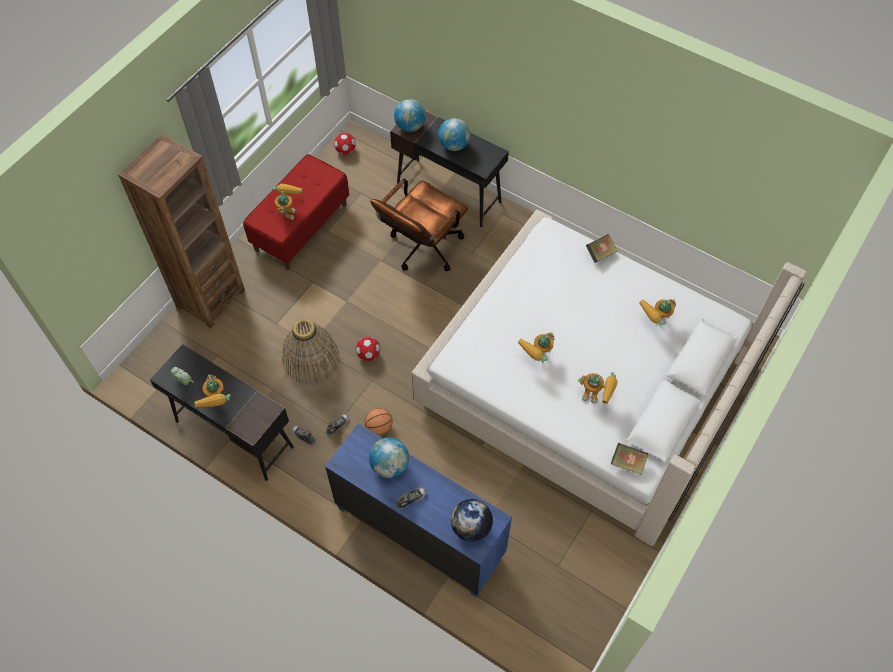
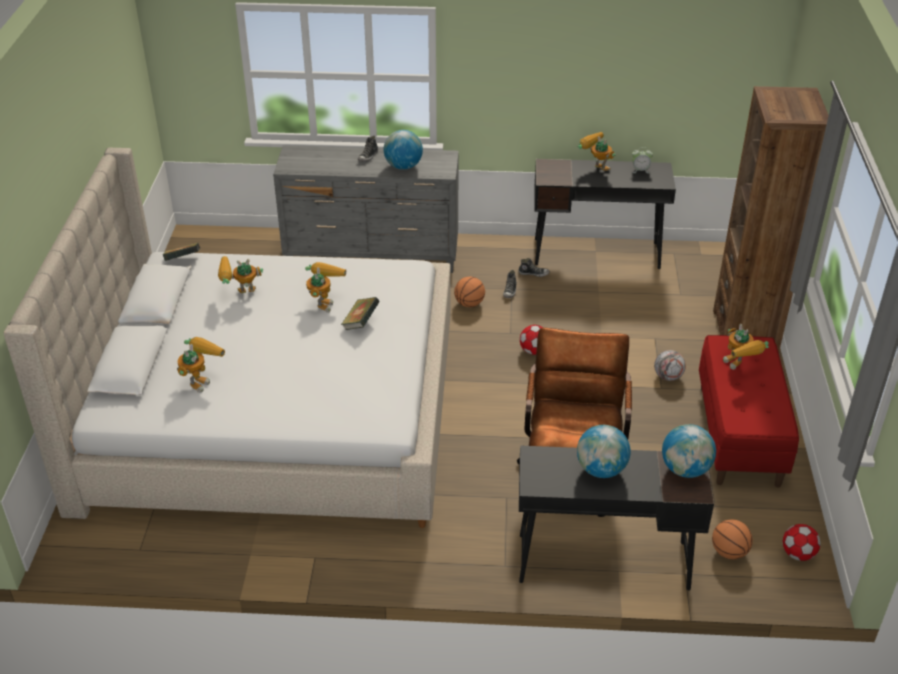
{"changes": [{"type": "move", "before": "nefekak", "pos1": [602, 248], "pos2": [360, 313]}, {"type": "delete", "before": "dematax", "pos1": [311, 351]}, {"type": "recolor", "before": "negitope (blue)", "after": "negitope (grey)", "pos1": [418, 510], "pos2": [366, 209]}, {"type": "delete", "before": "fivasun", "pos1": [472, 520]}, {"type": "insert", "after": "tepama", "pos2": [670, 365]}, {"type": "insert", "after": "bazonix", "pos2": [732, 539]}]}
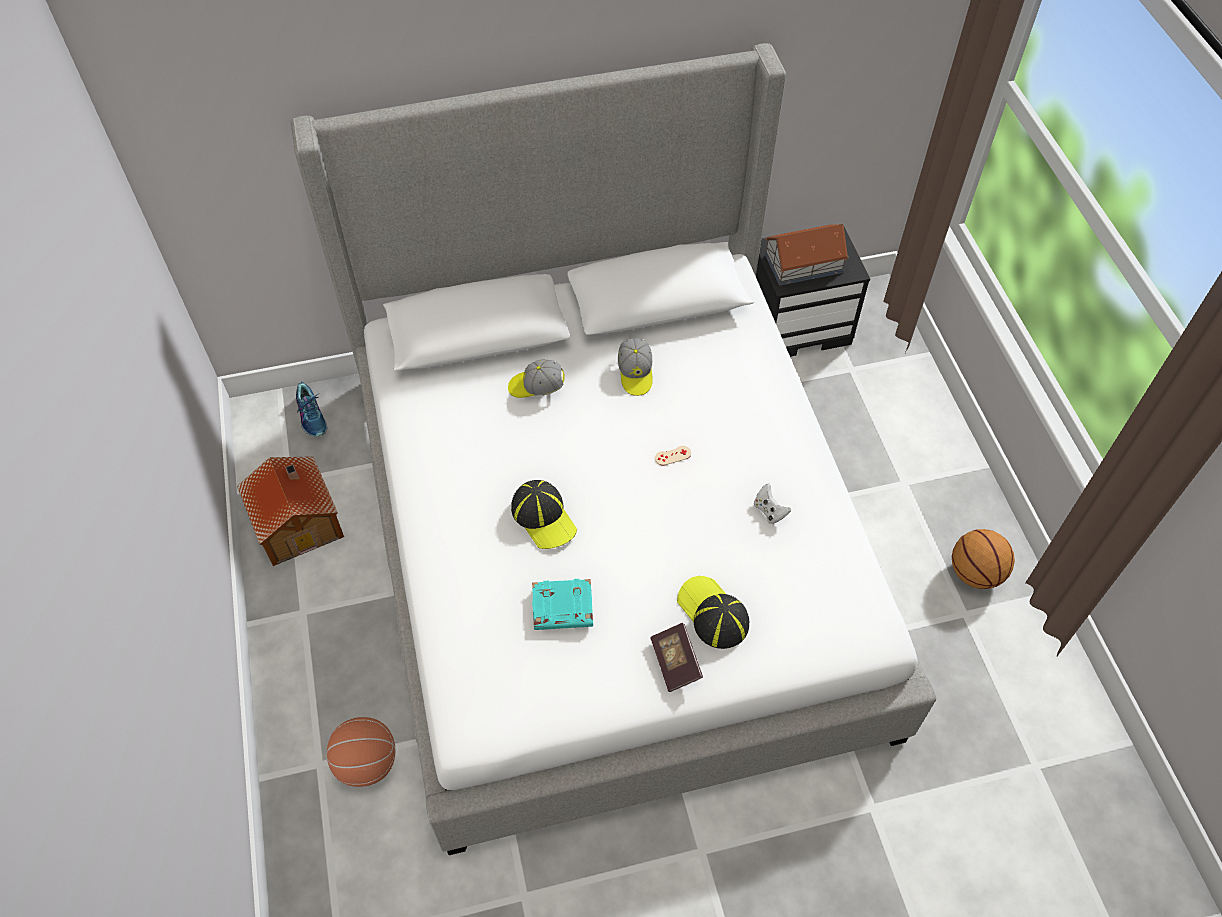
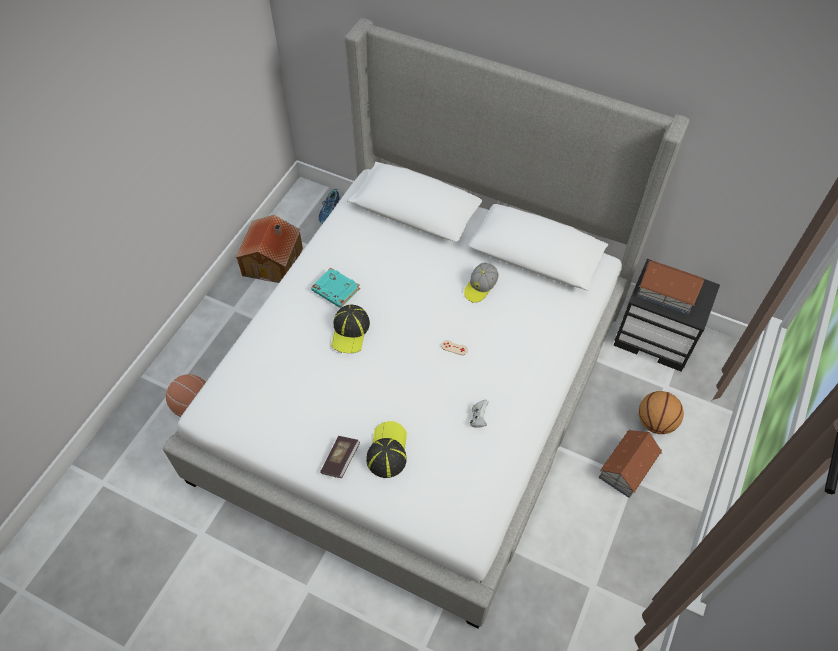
{"changes": [{"type": "delete", "before": "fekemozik", "pos1": [536, 378]}, {"type": "move", "before": "bazonix", "pos1": [983, 559], "pos2": [661, 412]}, {"type": "move", "before": "nefekak (turquoise)", "pos1": [562, 604], "pos2": [335, 288]}, {"type": "insert", "after": "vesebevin", "pos2": [630, 463]}]}
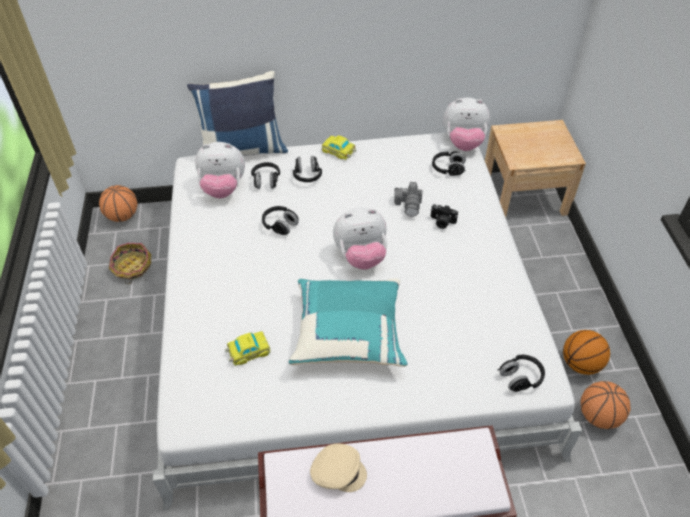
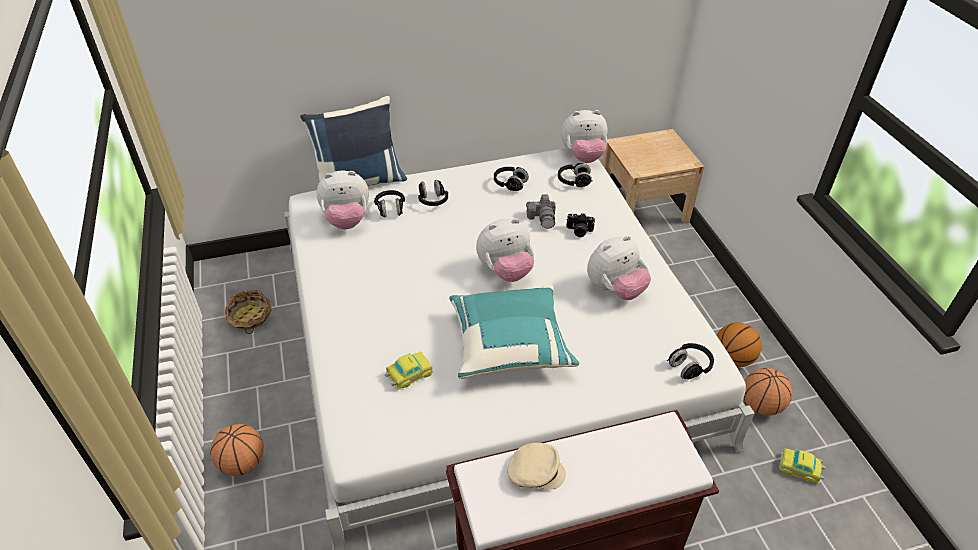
{"changes": [{"type": "move", "before": "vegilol", "pos1": [338, 147], "pos2": [802, 466]}, {"type": "move", "before": "bazonix", "pos1": [118, 203], "pos2": [237, 450]}, {"type": "move", "before": "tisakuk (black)", "pos1": [280, 220], "pos2": [511, 179]}, {"type": "insert", "after": "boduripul", "pos2": [619, 267]}]}
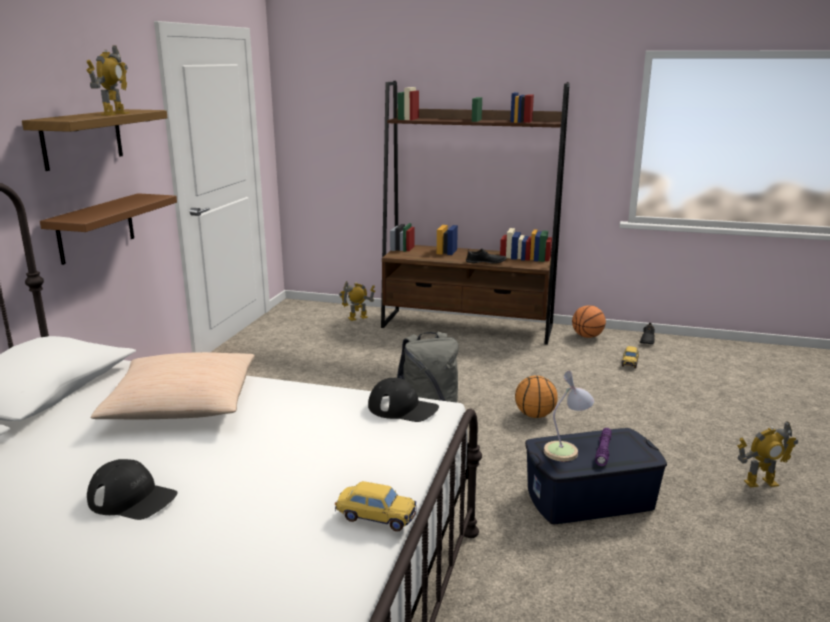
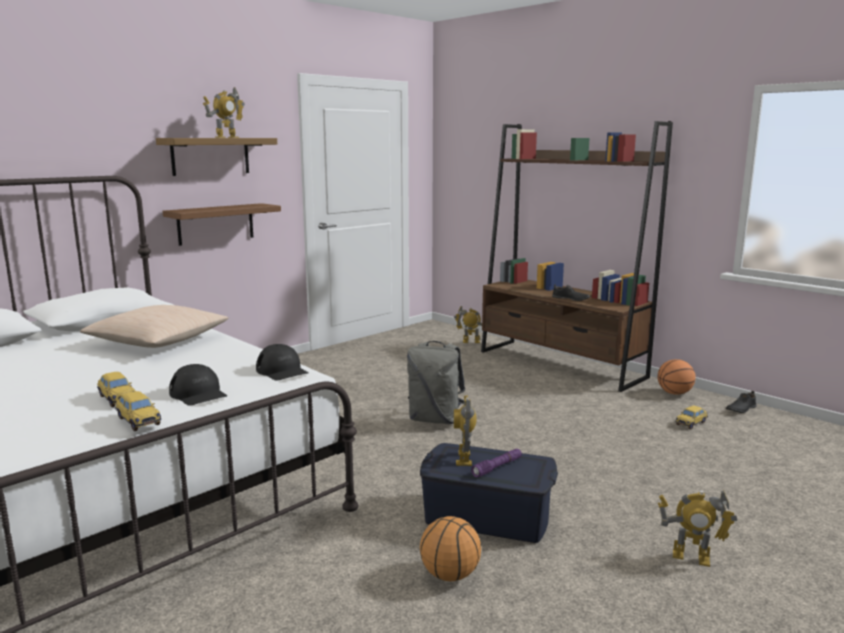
{"changes": [{"type": "replace", "before": "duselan", "after": "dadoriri", "pos1": [569, 416], "pos2": [465, 430]}, {"type": "move", "before": "bazonix", "pos1": [536, 396], "pos2": [450, 548]}, {"type": "move", "before": "fekemozik (black)", "pos1": [132, 489], "pos2": [198, 385]}, {"type": "insert", "after": "vegilol", "pos2": [116, 389]}]}
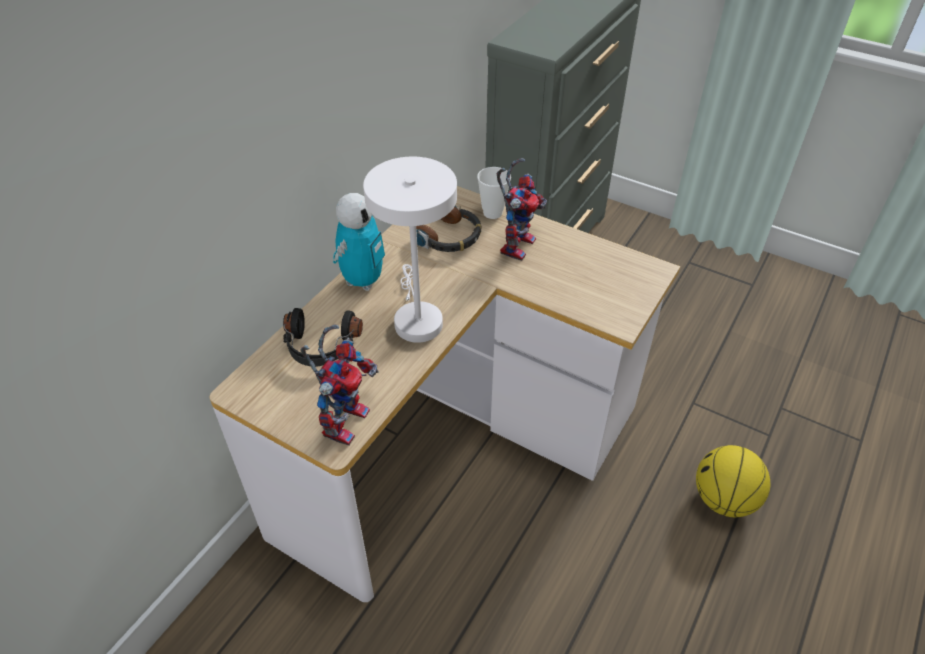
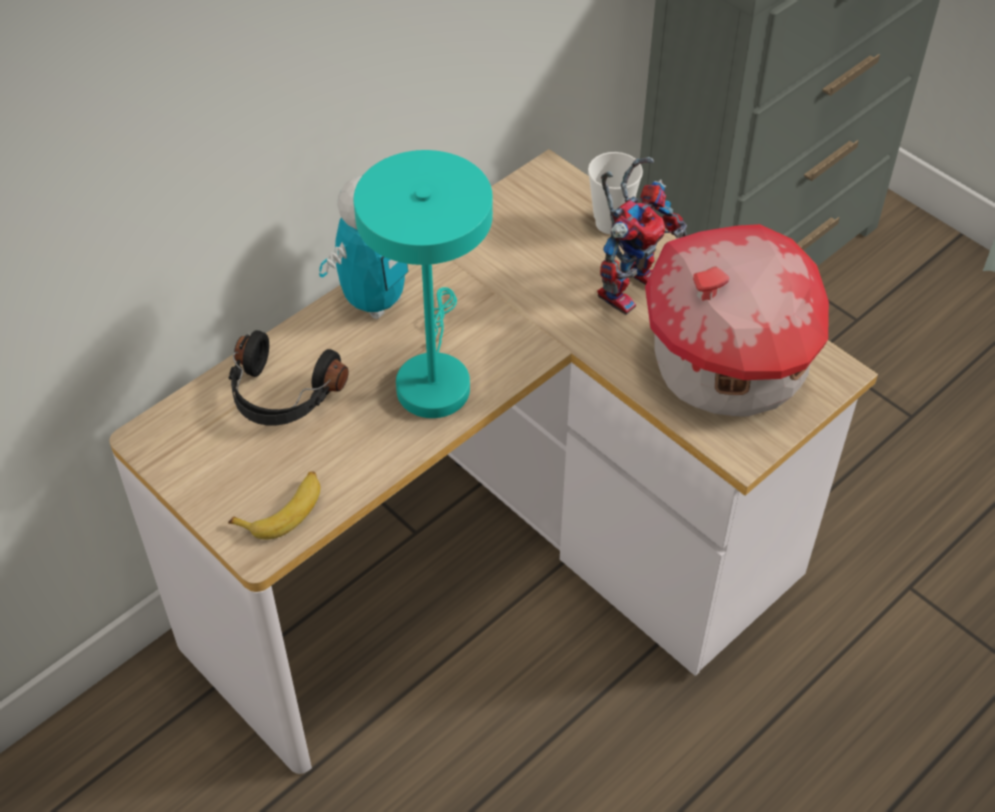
{"changes": [{"type": "recolor", "before": "duselan (white)", "after": "duselan (turquoise)", "pos1": [410, 250], "pos2": [423, 284]}, {"type": "delete", "before": "tisakuk", "pos1": [448, 228]}, {"type": "replace", "before": "dadoriri", "after": "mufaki", "pos1": [339, 385], "pos2": [274, 505]}, {"type": "delete", "before": "bazonix", "pos1": [733, 481]}, {"type": "insert", "after": "vesebevin", "pos2": [737, 320]}]}
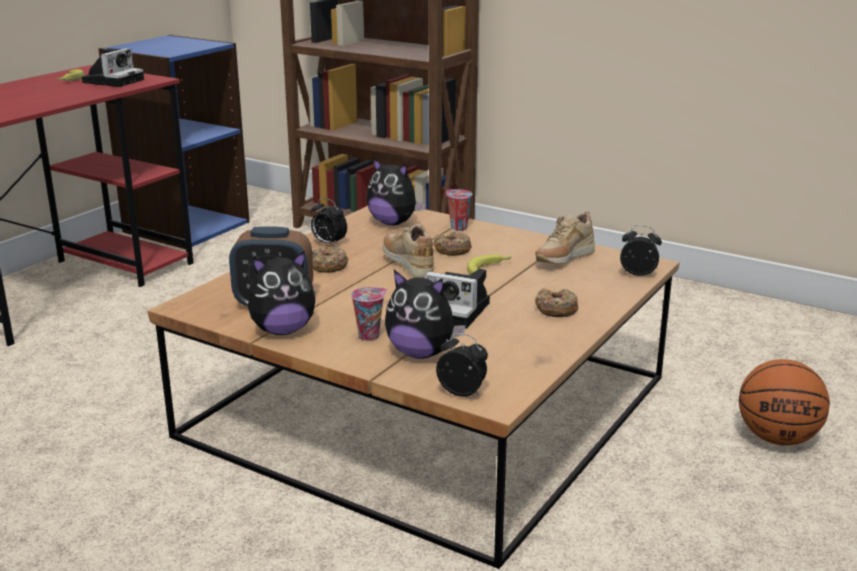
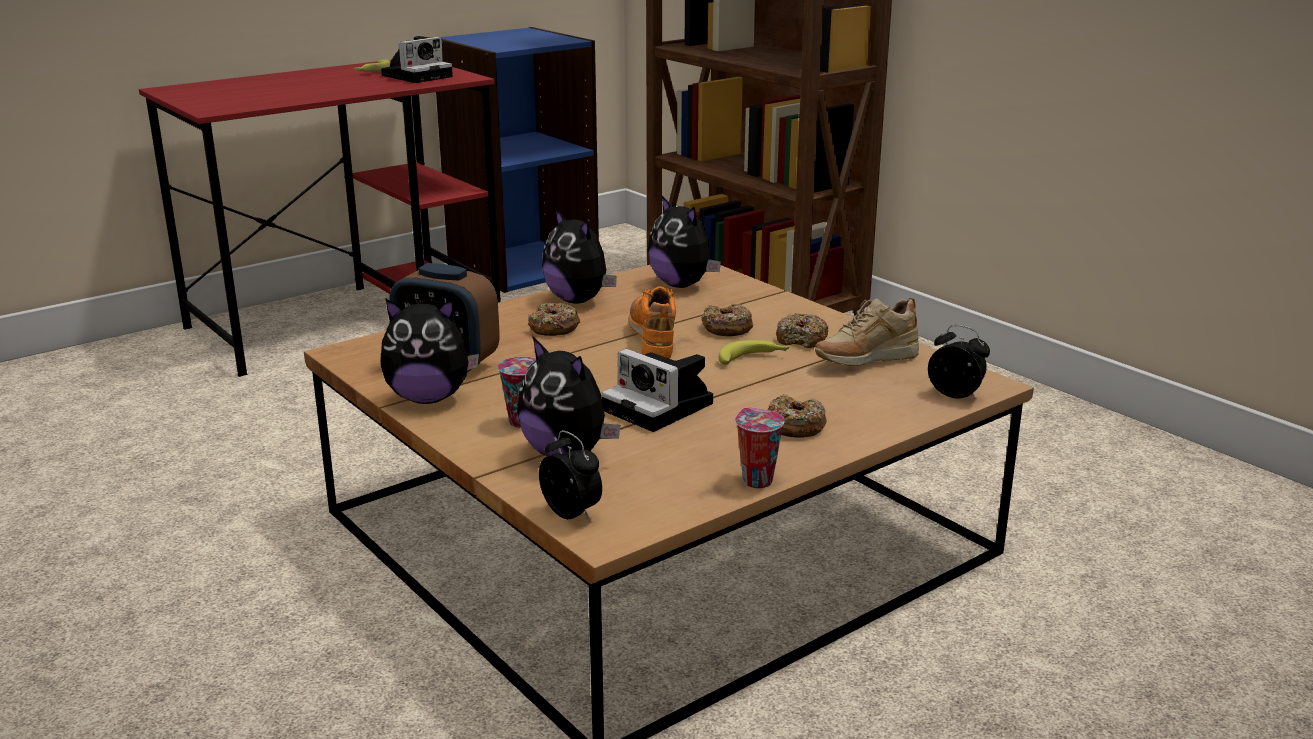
{"changes": [{"type": "move", "before": "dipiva", "pos1": [459, 210], "pos2": [760, 447]}, {"type": "replace", "before": "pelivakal", "after": "boduripul", "pos1": [329, 222], "pos2": [579, 255]}, {"type": "recolor", "before": "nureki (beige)", "after": "nureki (orange)", "pos1": [408, 251], "pos2": [652, 322]}, {"type": "delete", "before": "bazonix", "pos1": [784, 402]}, {"type": "insert", "after": "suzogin", "pos2": [802, 330]}]}
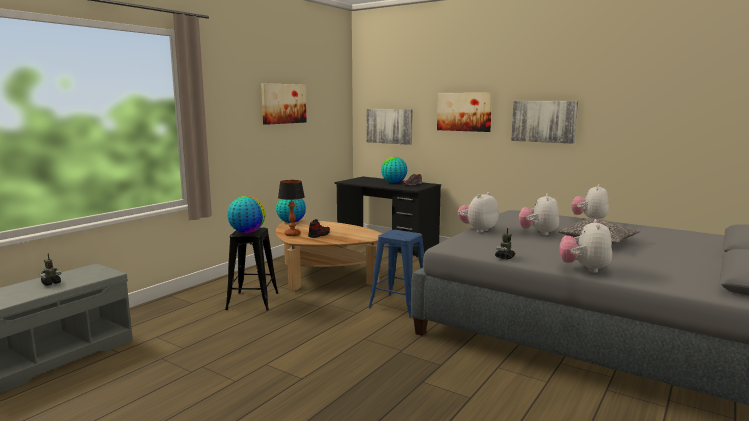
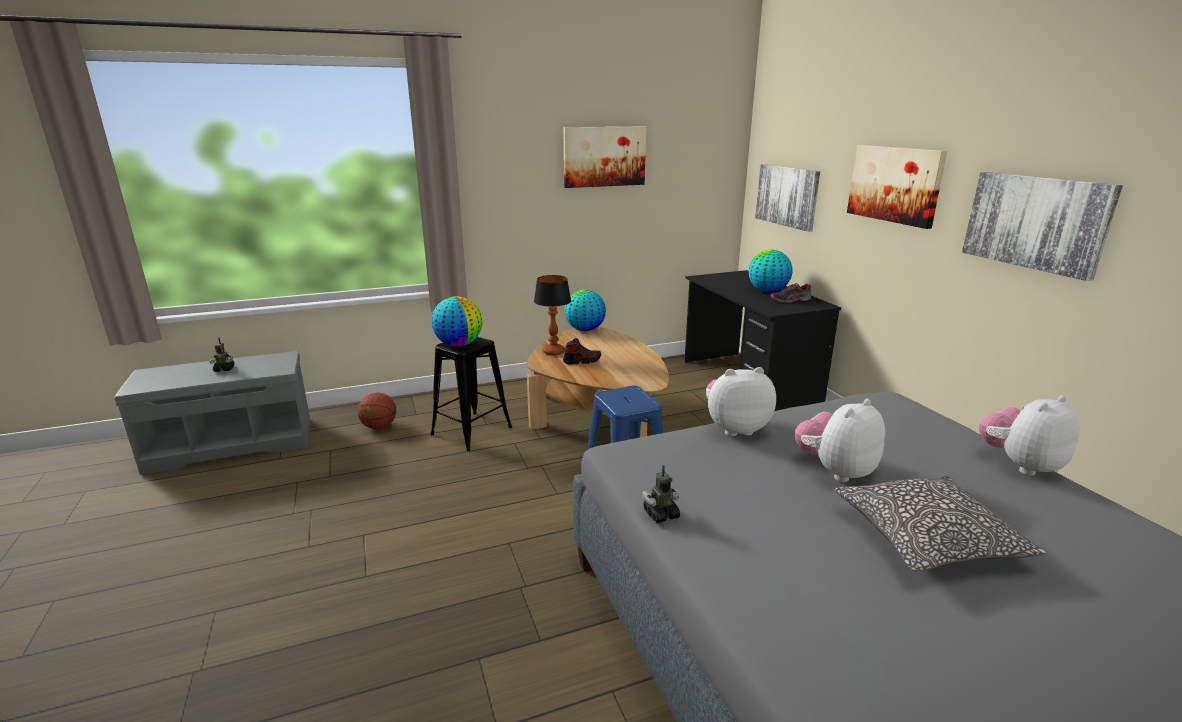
{"changes": [{"type": "delete", "before": "boduripul", "pos1": [585, 246]}, {"type": "insert", "after": "bazonix", "pos2": [377, 410]}]}
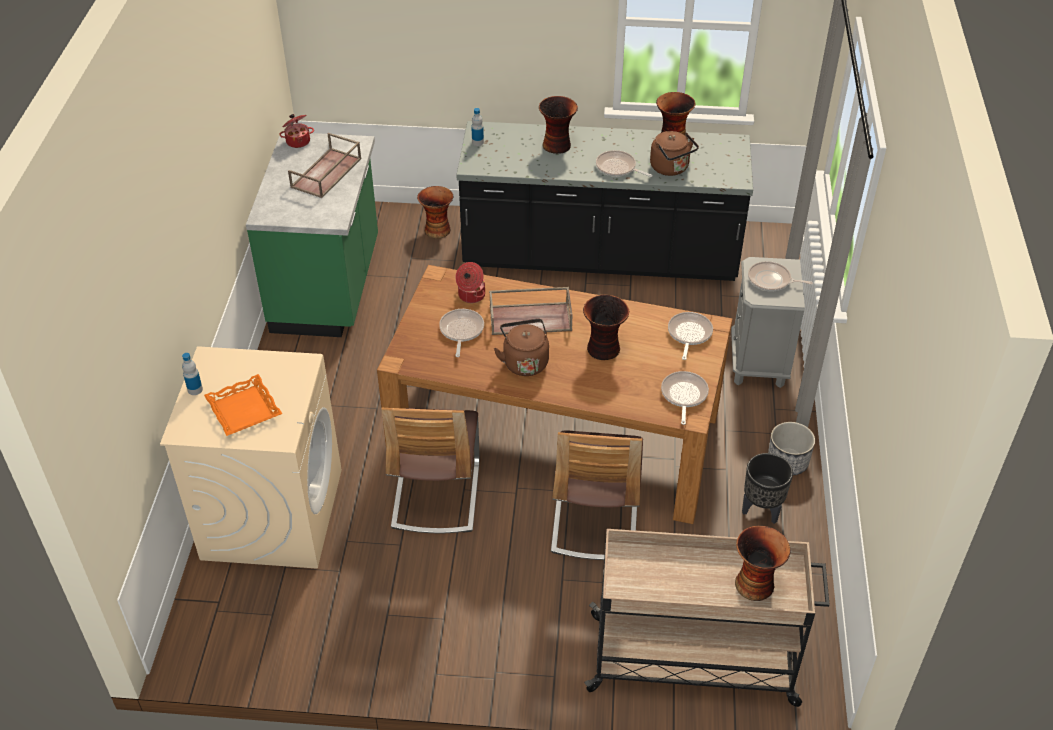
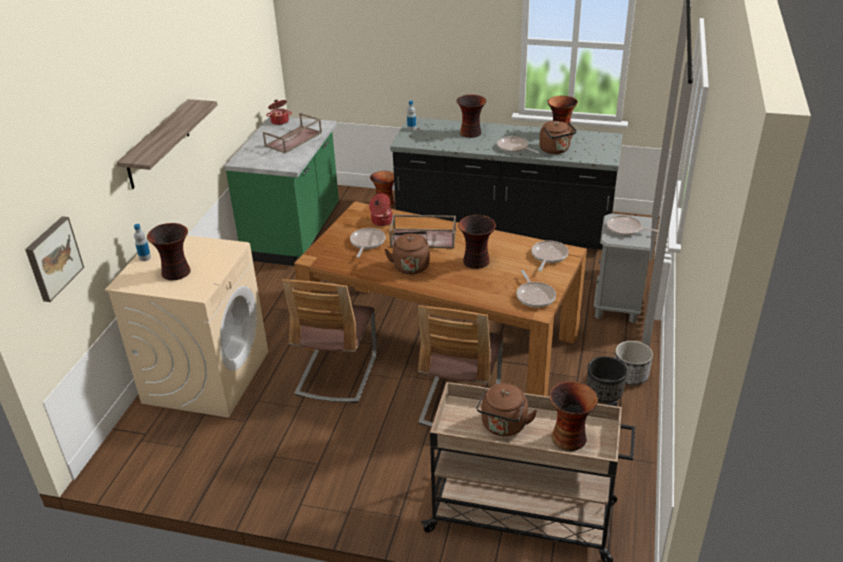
{"changes": [{"type": "rotate", "before": "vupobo", "pos1": [685, 398], "pos2": [536, 289], "turn": 150}, {"type": "replace", "before": "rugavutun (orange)", "after": "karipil", "pos1": [243, 405], "pos2": [169, 252]}, {"type": "insert", "after": "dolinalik", "pos2": [167, 144]}, {"type": "insert", "after": "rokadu", "pos2": [54, 259]}, {"type": "insert", "after": "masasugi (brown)", "pos2": [507, 409]}]}
